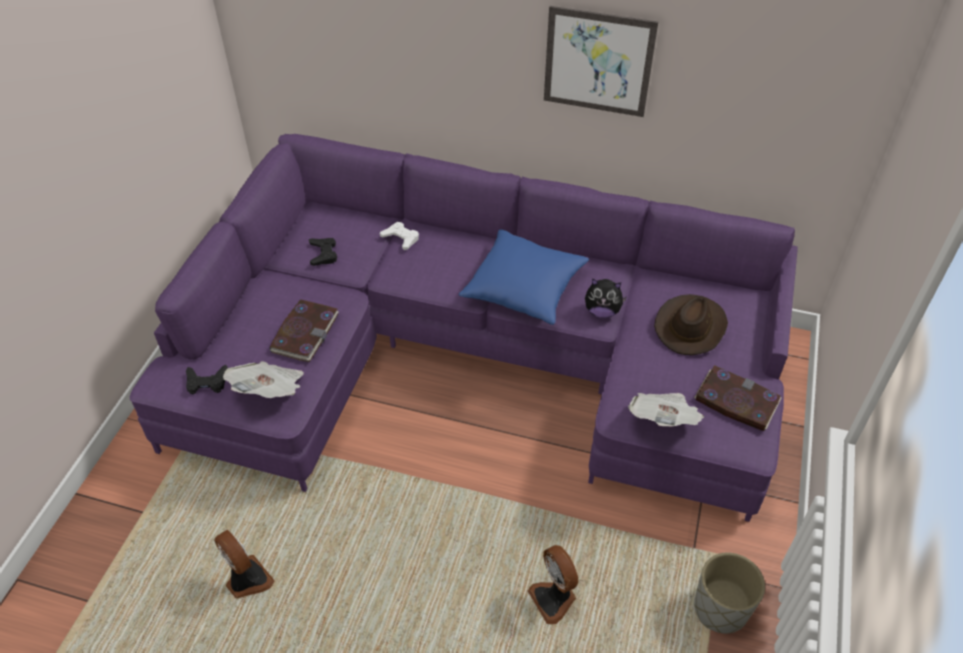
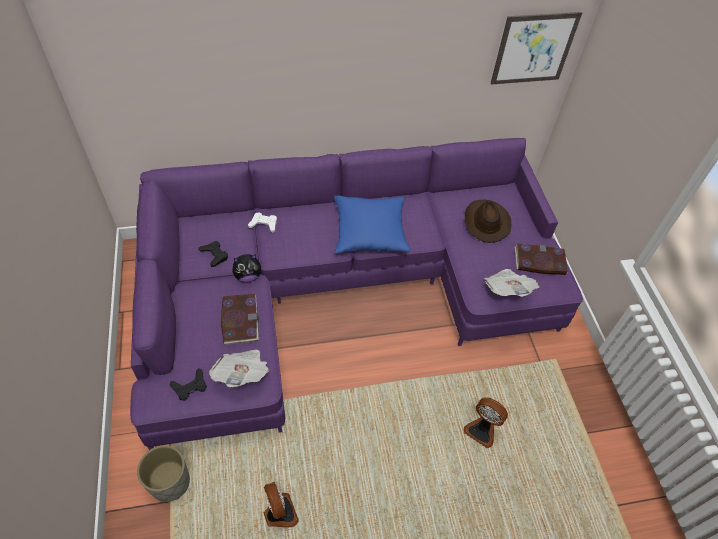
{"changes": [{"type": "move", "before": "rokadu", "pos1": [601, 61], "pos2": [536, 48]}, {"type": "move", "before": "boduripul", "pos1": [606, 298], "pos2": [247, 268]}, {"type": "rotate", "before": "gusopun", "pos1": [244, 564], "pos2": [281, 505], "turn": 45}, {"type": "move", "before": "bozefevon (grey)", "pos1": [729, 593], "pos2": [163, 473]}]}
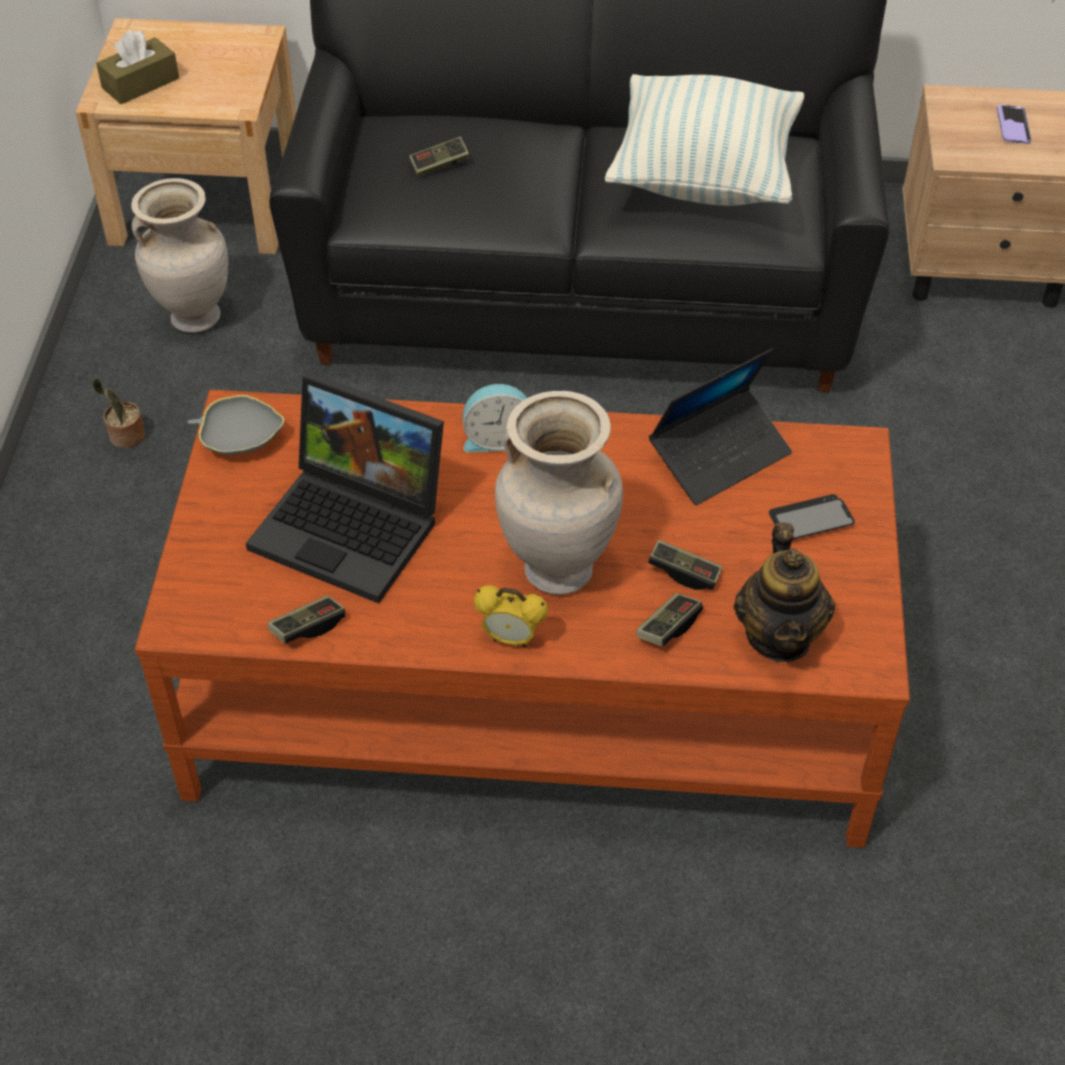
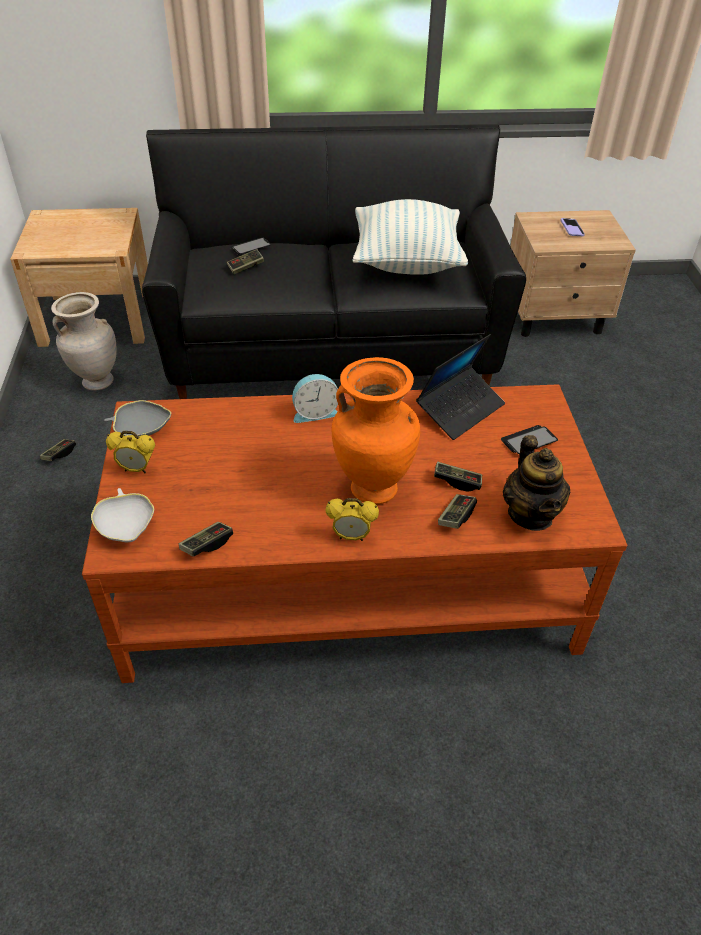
{"changes": [{"type": "delete", "before": "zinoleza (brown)", "pos1": [137, 67]}, {"type": "delete", "before": "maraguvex", "pos1": [345, 488]}, {"type": "replace", "before": "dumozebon", "after": "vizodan", "pos1": [118, 413], "pos2": [58, 450]}, {"type": "recolor", "before": "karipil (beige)", "after": "karipil (orange)", "pos1": [559, 493], "pos2": [376, 430]}, {"type": "insert", "after": "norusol", "pos2": [250, 246]}, {"type": "insert", "after": "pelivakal", "pos2": [130, 452]}, {"type": "insert", "after": "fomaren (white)", "pos2": [122, 515]}]}
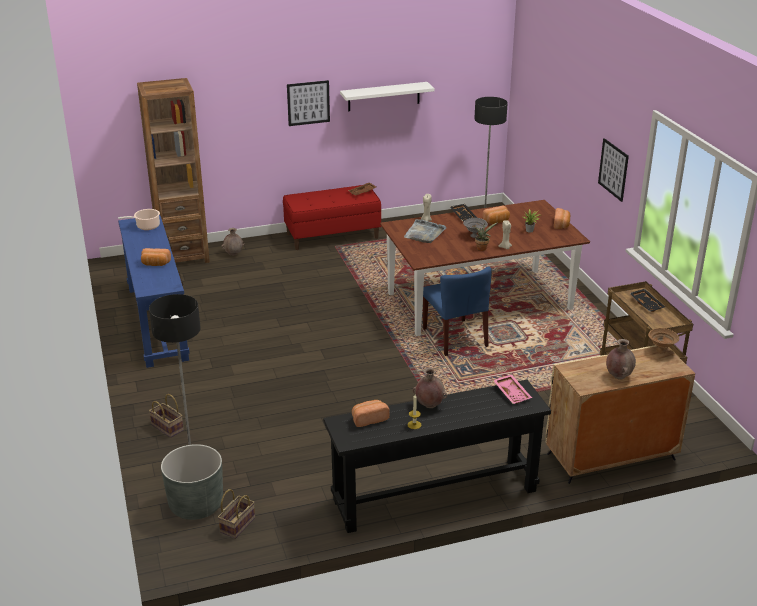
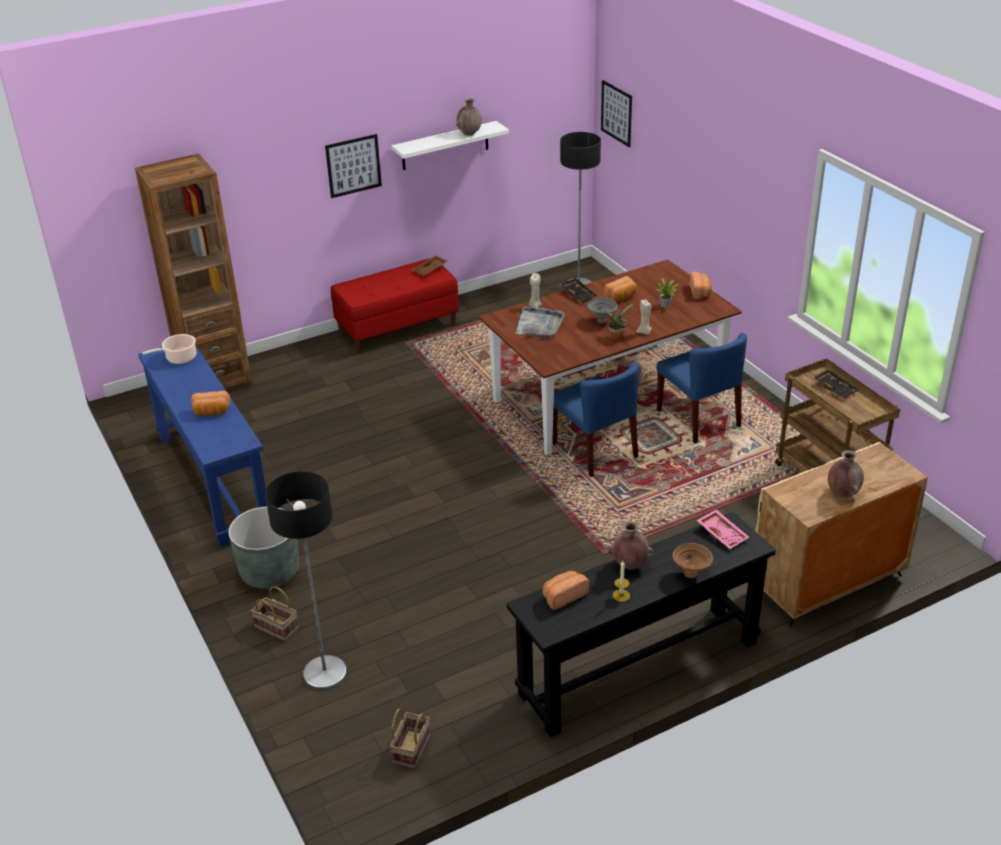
{"changes": [{"type": "move", "before": "rokadu", "pos1": [613, 170], "pos2": [616, 113]}, {"type": "move", "before": "karipil (brown)", "pos1": [233, 242], "pos2": [469, 117]}, {"type": "move", "before": "fomaren (brown)", "pos1": [663, 341], "pos2": [692, 560]}, {"type": "move", "before": "bozefevon (grey)", "pos1": [192, 482], "pos2": [263, 548]}, {"type": "insert", "after": "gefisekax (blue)", "pos2": [701, 388]}]}
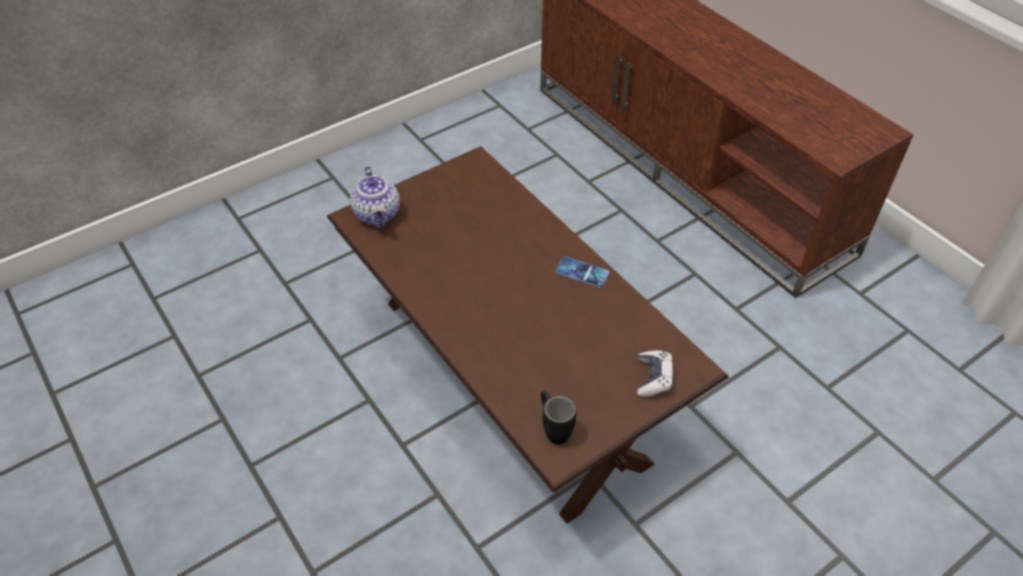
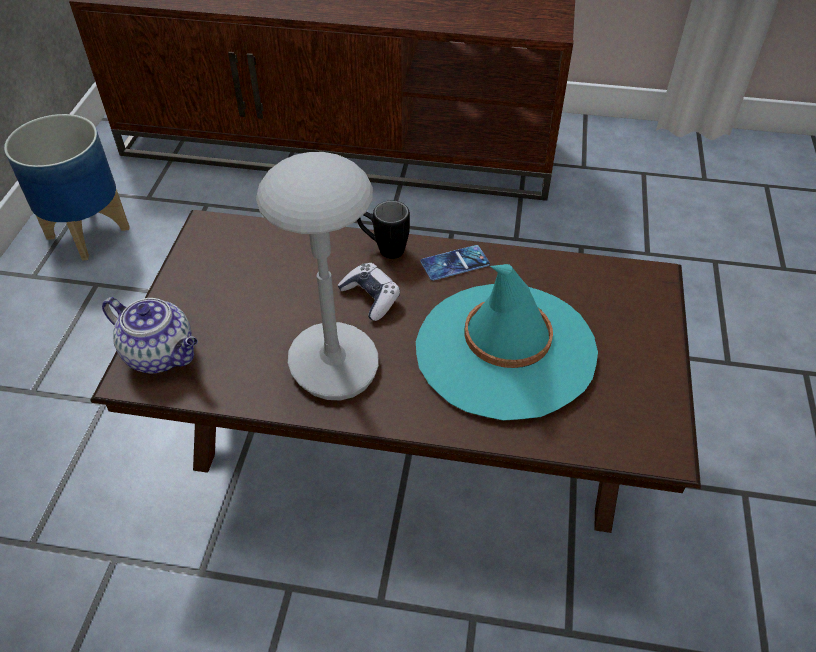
{"changes": [{"type": "move", "before": "vizodan", "pos1": [655, 374], "pos2": [368, 292]}, {"type": "move", "before": "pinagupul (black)", "pos1": [559, 417], "pos2": [383, 230]}, {"type": "insert", "after": "bozefevon", "pos2": [67, 187]}, {"type": "insert", "after": "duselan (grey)", "pos2": [317, 276]}, {"type": "insert", "after": "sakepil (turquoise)", "pos2": [507, 342]}]}
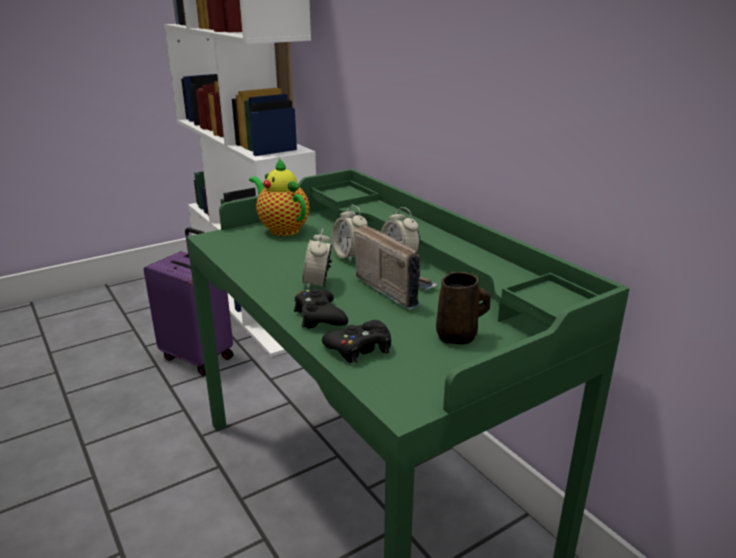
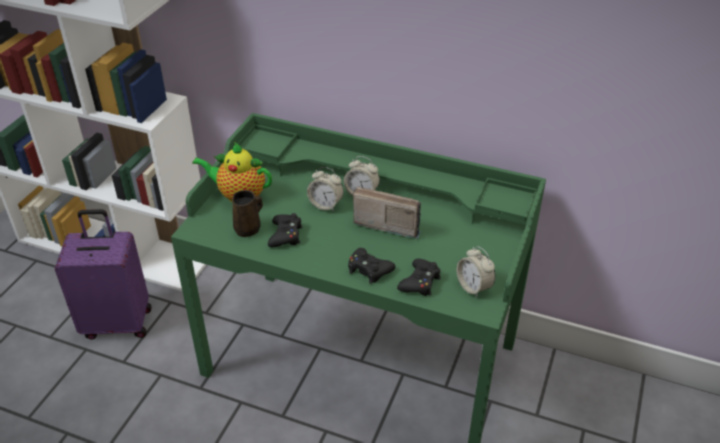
{"changes": [{"type": "move", "before": "pelivakal", "pos1": [317, 259], "pos2": [476, 271]}, {"type": "move", "before": "pinagupul (brown)", "pos1": [463, 308], "pos2": [247, 213]}, {"type": "insert", "after": "vizodan (black)", "pos2": [285, 230]}]}
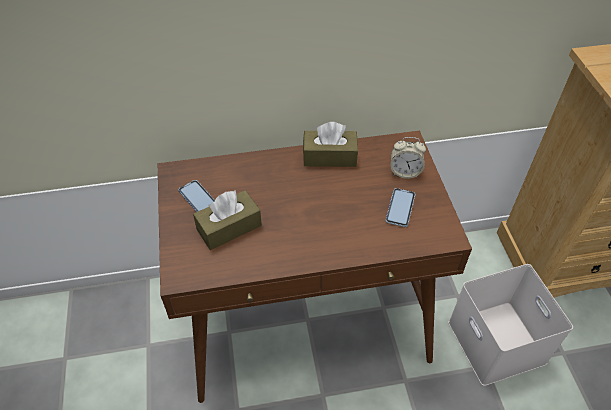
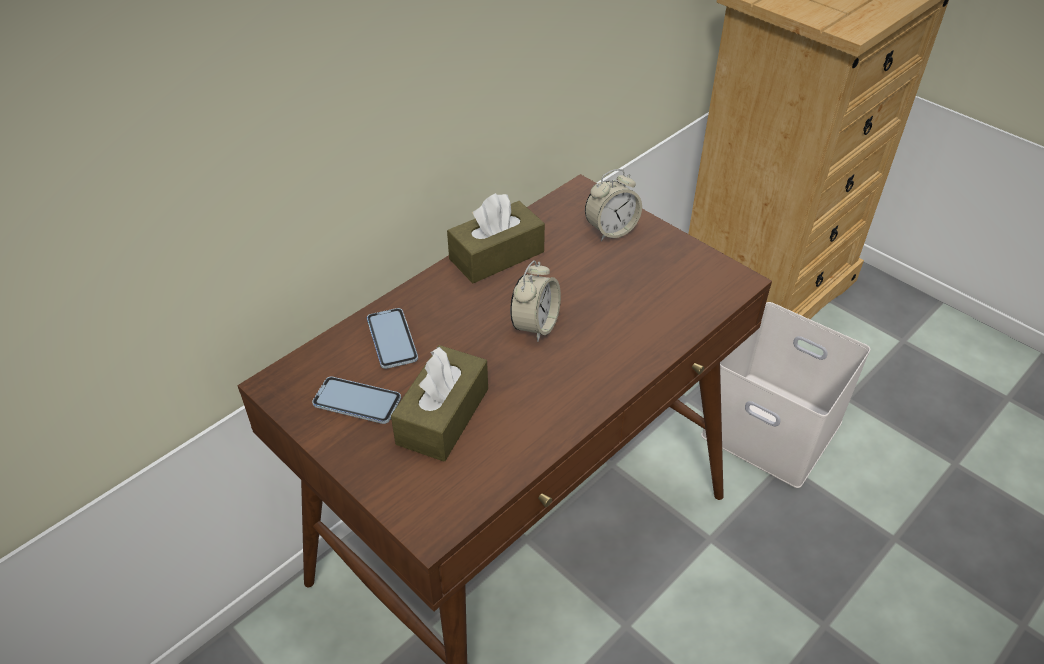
{"changes": [{"type": "move", "before": "norusol", "pos1": [400, 207], "pos2": [392, 338]}, {"type": "insert", "after": "pelivakal", "pos2": [535, 301]}]}
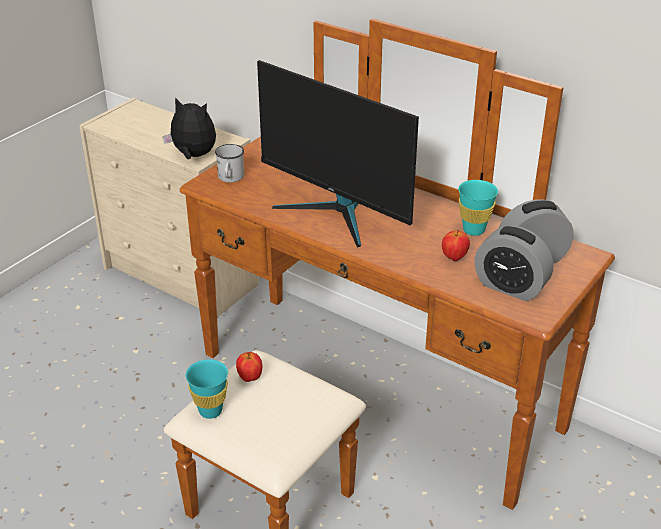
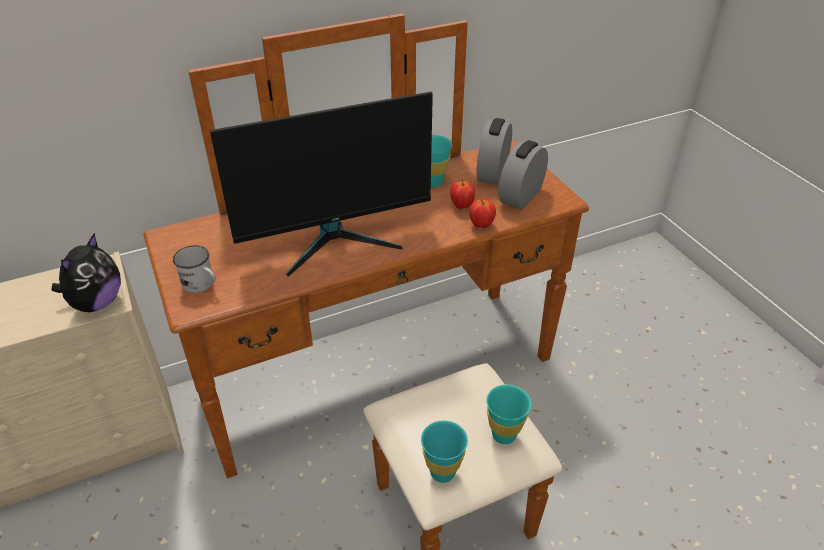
{"changes": [{"type": "rotate", "before": "boduripul", "pos1": [189, 128], "pos2": [86, 272], "turn": 150}, {"type": "rotate", "before": "pelivakal", "pos1": [513, 263], "pos2": [523, 175], "turn": 150}, {"type": "move", "before": "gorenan", "pos1": [249, 367], "pos2": [482, 213]}, {"type": "insert", "after": "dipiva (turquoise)", "pos2": [508, 414]}]}
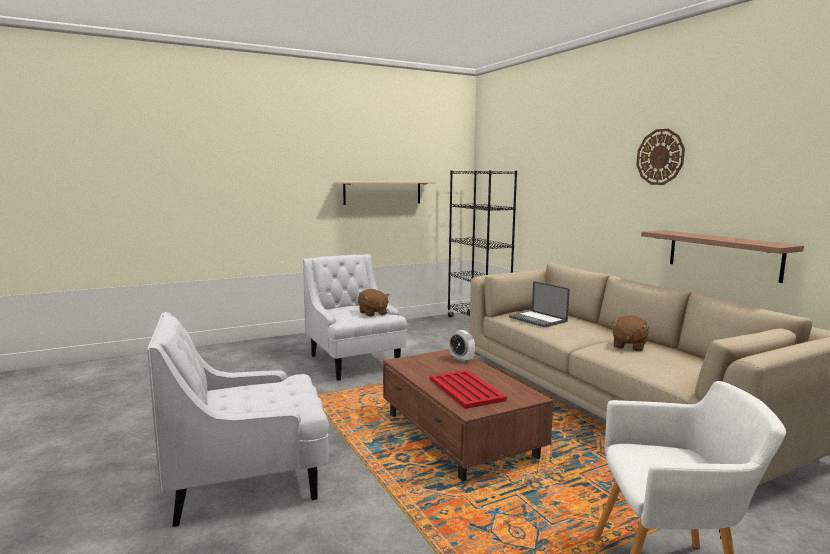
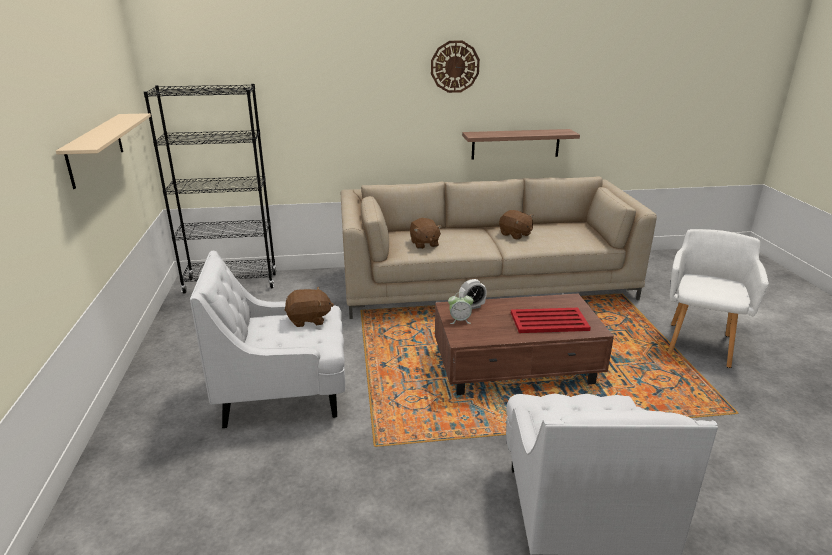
{"changes": [{"type": "replace", "before": "maraguvex", "after": "boduripul (brown)", "pos1": [539, 304], "pos2": [426, 233]}, {"type": "insert", "after": "pelivakal", "pos2": [460, 308]}]}
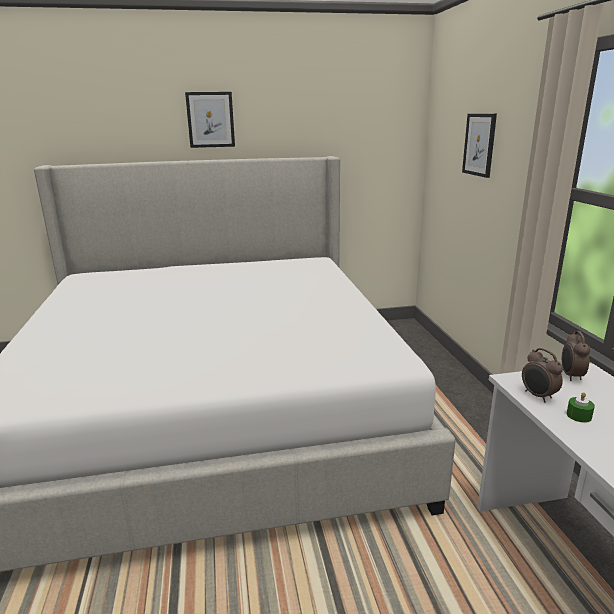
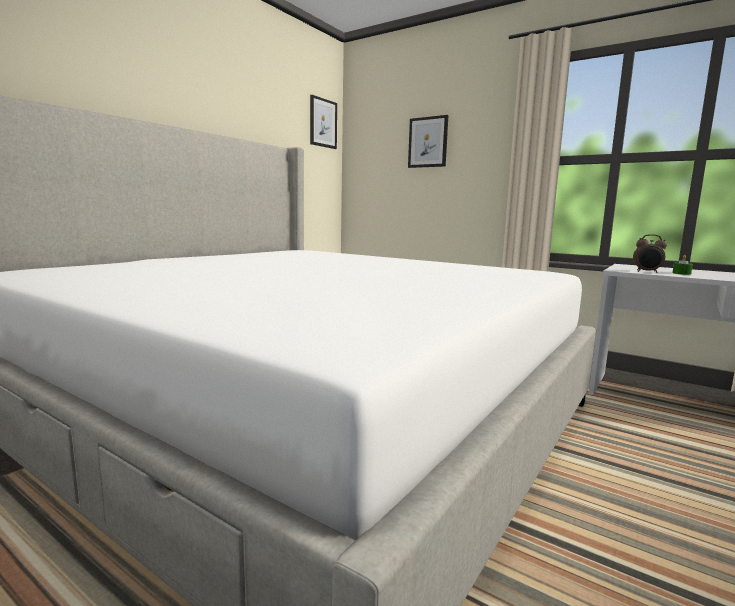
{"changes": [{"type": "move", "before": "rokadu", "pos1": [210, 120], "pos2": [323, 122]}, {"type": "delete", "before": "pelivakal", "pos1": [576, 356]}]}
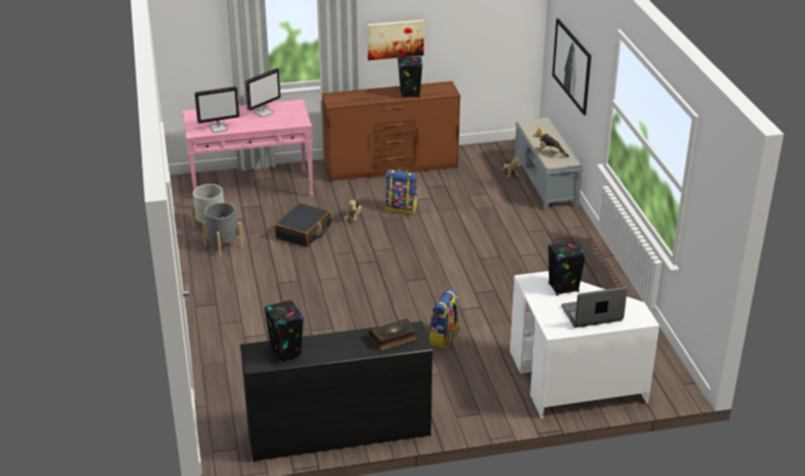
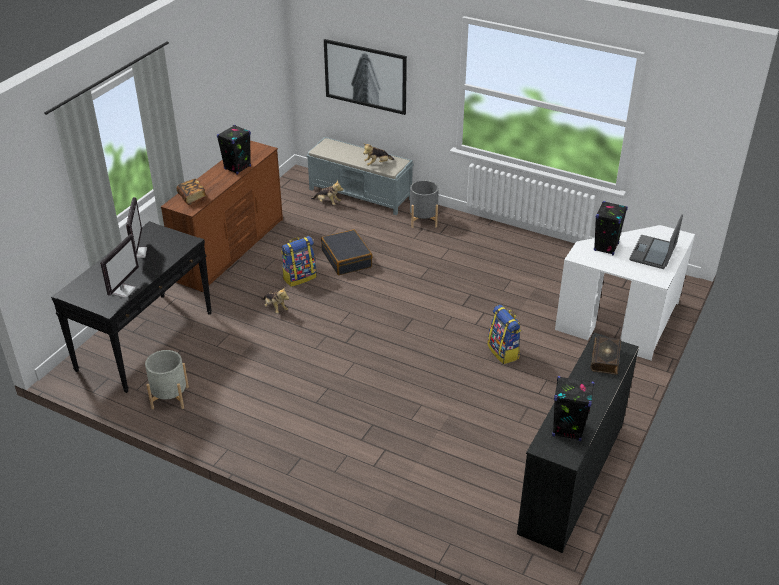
{"changes": [{"type": "delete", "before": "rokadu", "pos1": [395, 40]}, {"type": "recolor", "before": "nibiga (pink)", "after": "nibiga (black)", "pos1": [247, 148], "pos2": [131, 307]}, {"type": "move", "before": "bozefevon (grey)", "pos1": [222, 230], "pos2": [424, 204]}, {"type": "move", "before": "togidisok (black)", "pos1": [303, 225], "pos2": [347, 252]}, {"type": "insert", "after": "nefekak", "pos2": [192, 191]}]}
